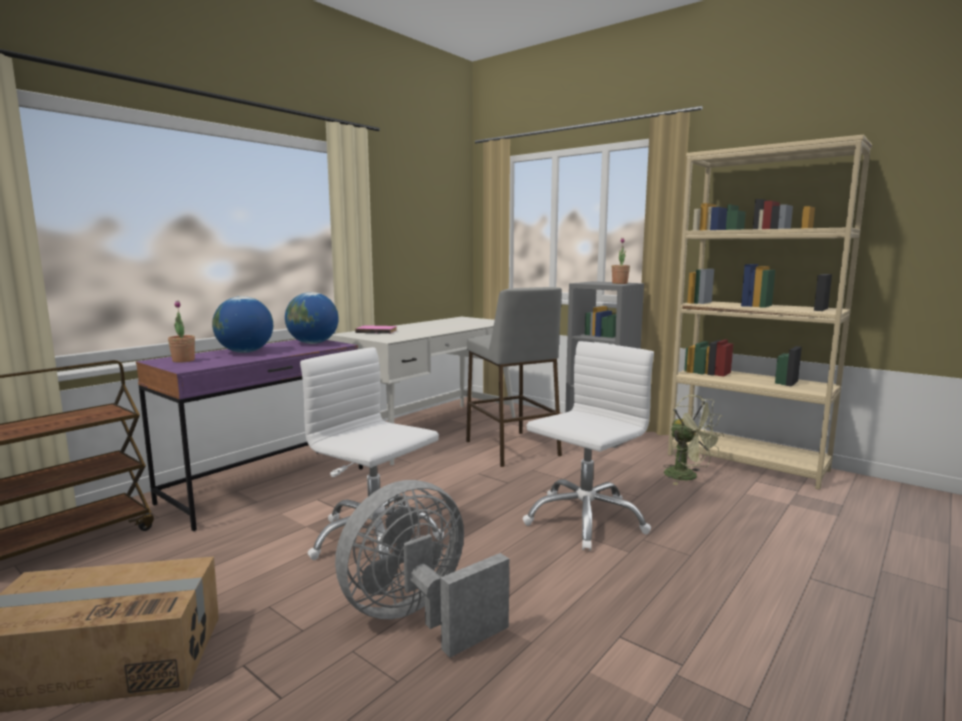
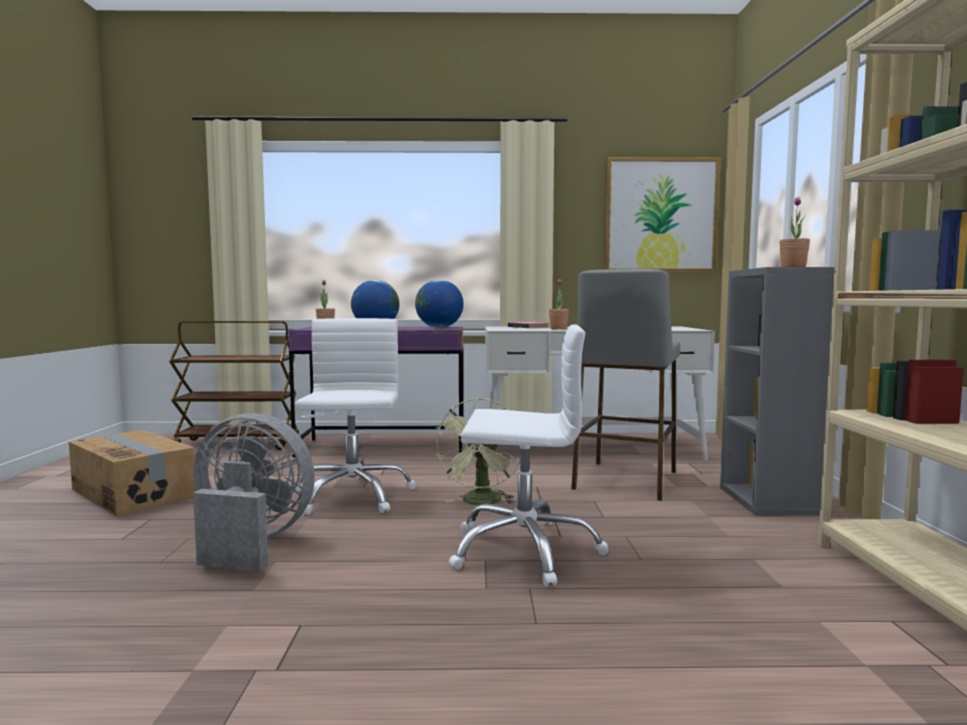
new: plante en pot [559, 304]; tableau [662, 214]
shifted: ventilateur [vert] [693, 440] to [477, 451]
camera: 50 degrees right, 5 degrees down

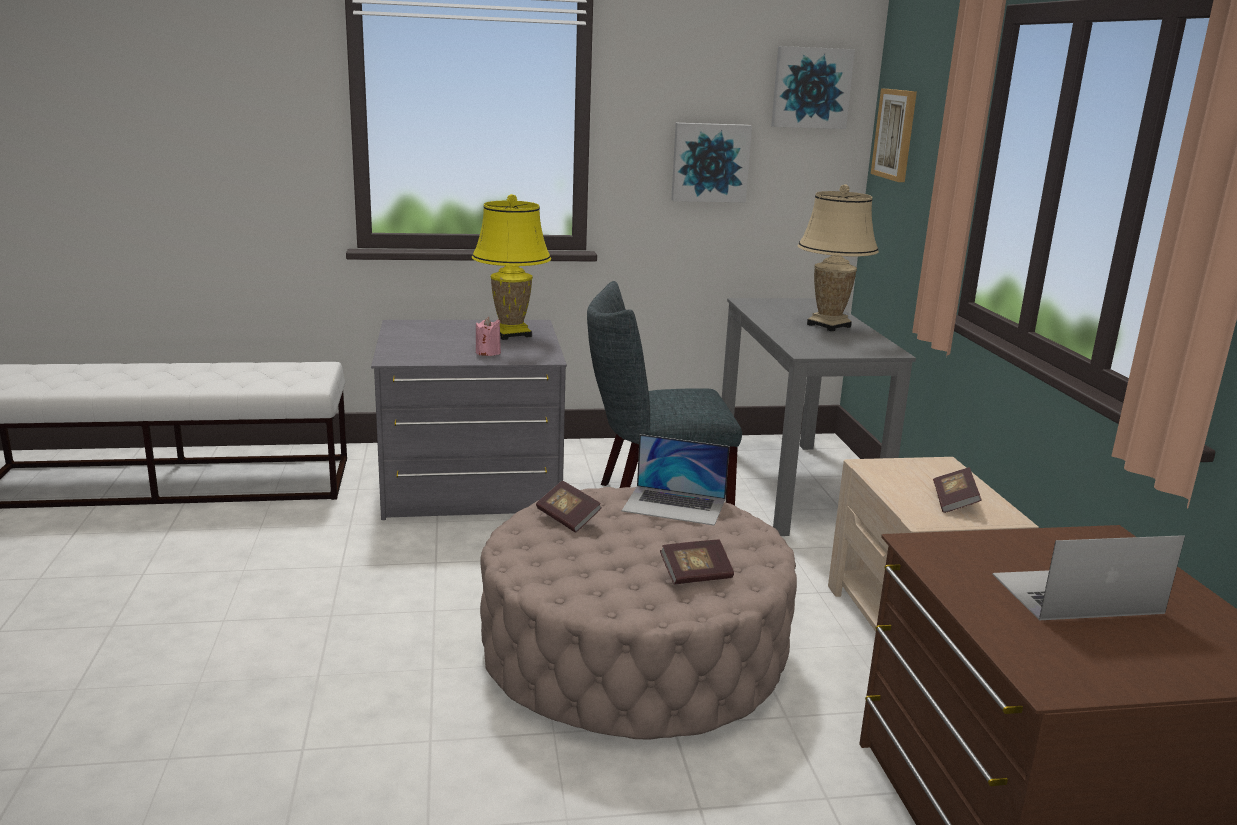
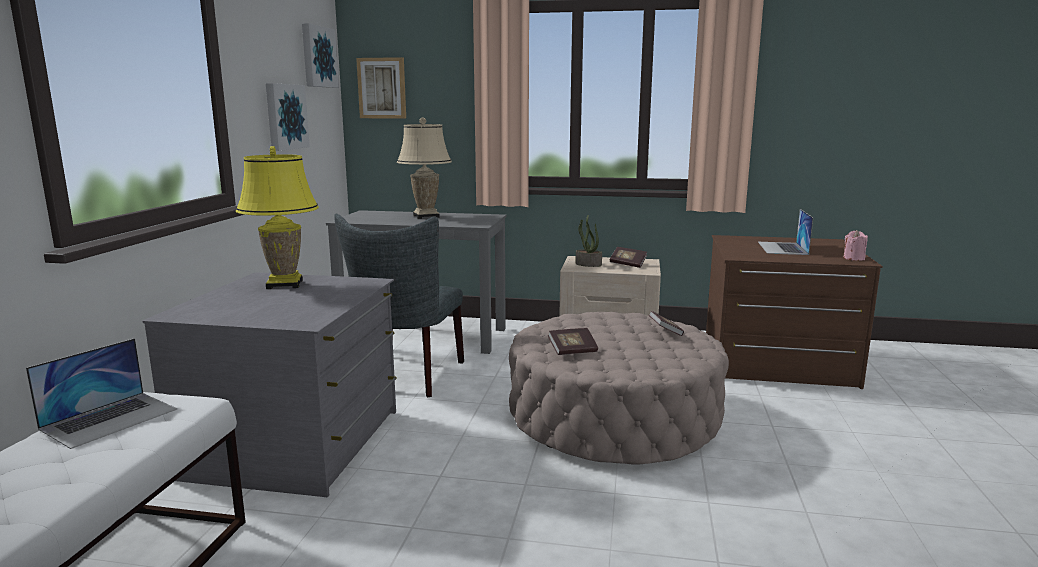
new: plante en pot [589, 241]
shifted: ordinateur portable [676, 480] to [101, 393]; bougie [rose] [488, 336] to [856, 245]
camera: 70 degrees left, 5 degrees down

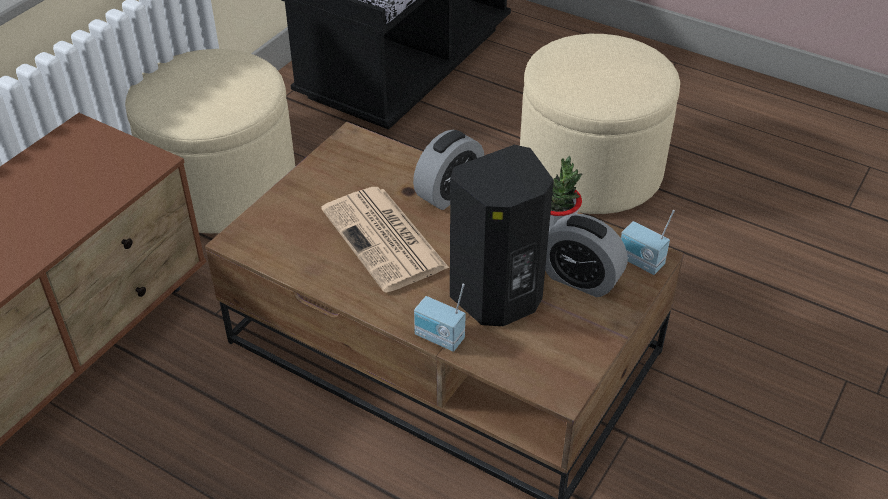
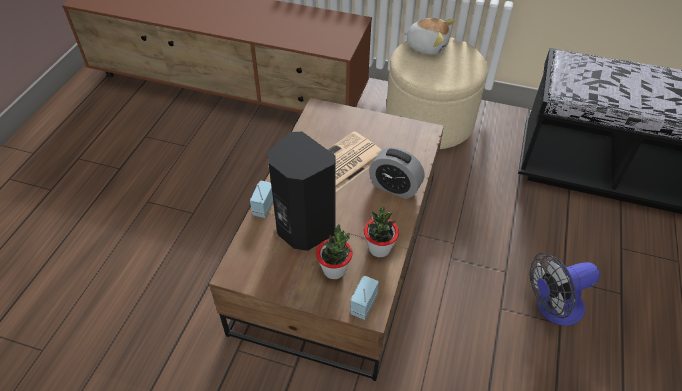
new: peluche [428, 36]
swapped: réveil [586, 255] to plante en pot [334, 251]; pouf [beige] [600, 124] to ventilateur [565, 289]
camera: 75 degrees right, 5 degrees up

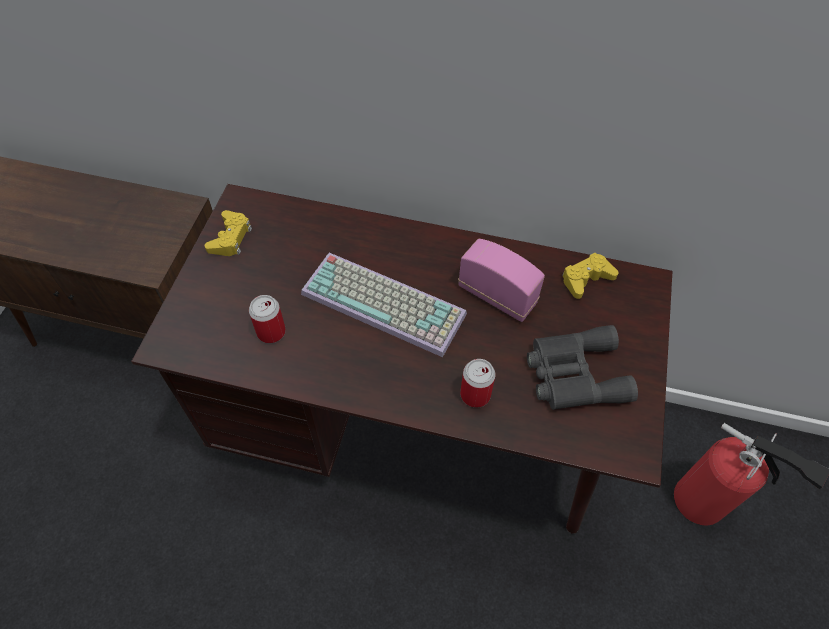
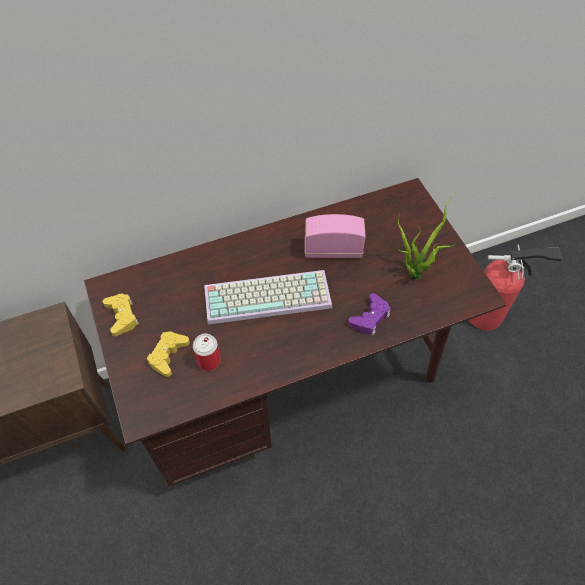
shifted: manette [jaune] [590, 276] to [168, 354]
swapped: boîte métallique [477, 383] to manette [violet] [369, 314]; jumelles [gris] [582, 367] to plante en pot [428, 237]
camera: 35 degrees left, 0 degrees up

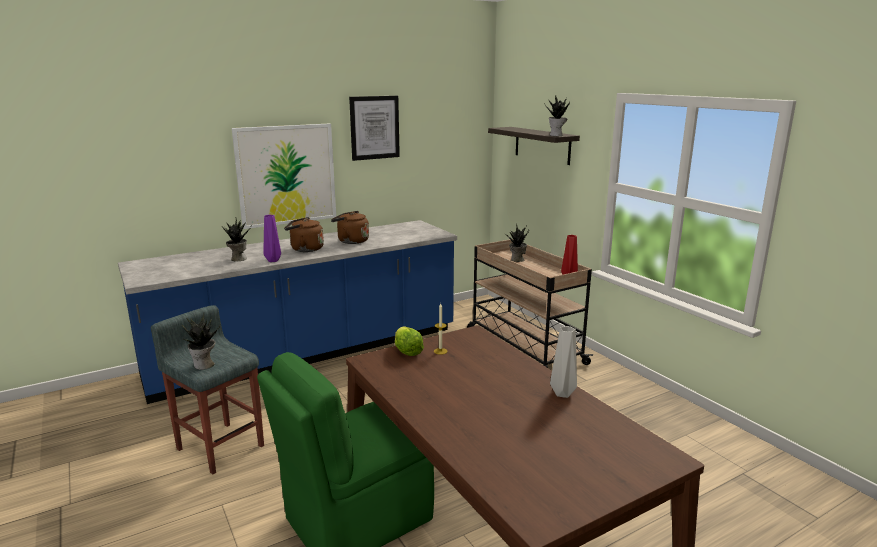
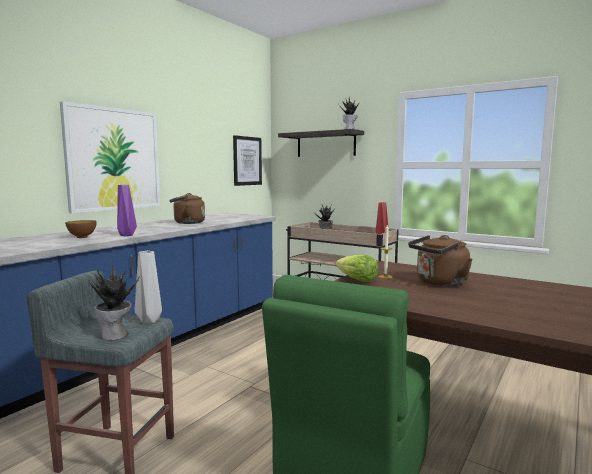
shifted: vase [gris] [563, 362] to [148, 287]; tableau [374, 128] to [247, 160]; bouilloire [marron] [304, 234] to [440, 261]
swapped: plante en pot [236, 239] to bol [81, 229]
camera: 25 degrees left, 10 degrees down

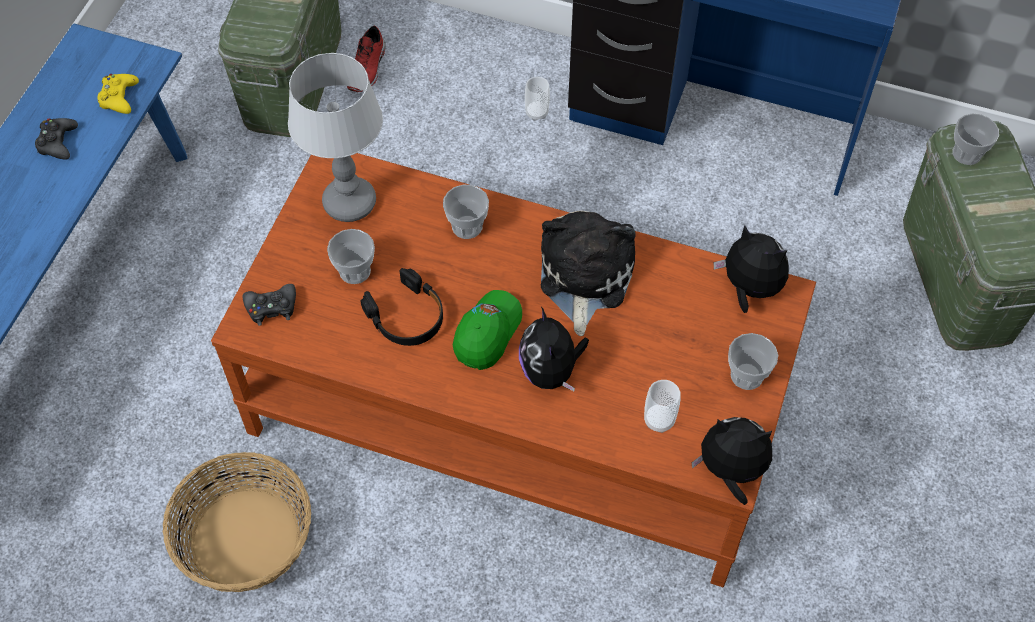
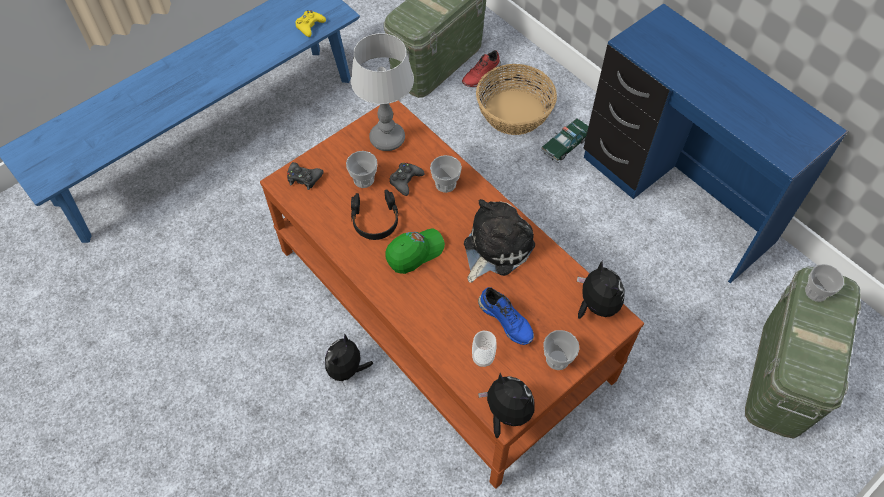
new: chaussure [bleu] [506, 316]
shifted: peluche [554, 349] to [349, 360]; manette [noir] [56, 139] to [407, 179]; panier [237, 522] to [516, 99]
swapped: tasse [537, 99] to petite voiture [564, 140]
camera: 30 degrees right, 0 degrees up

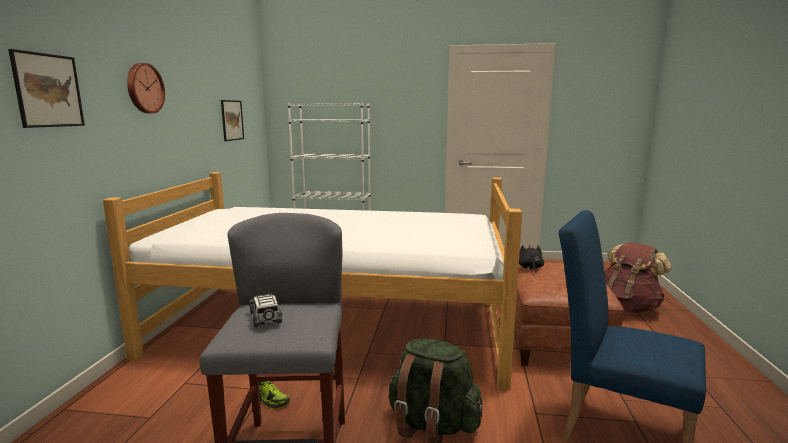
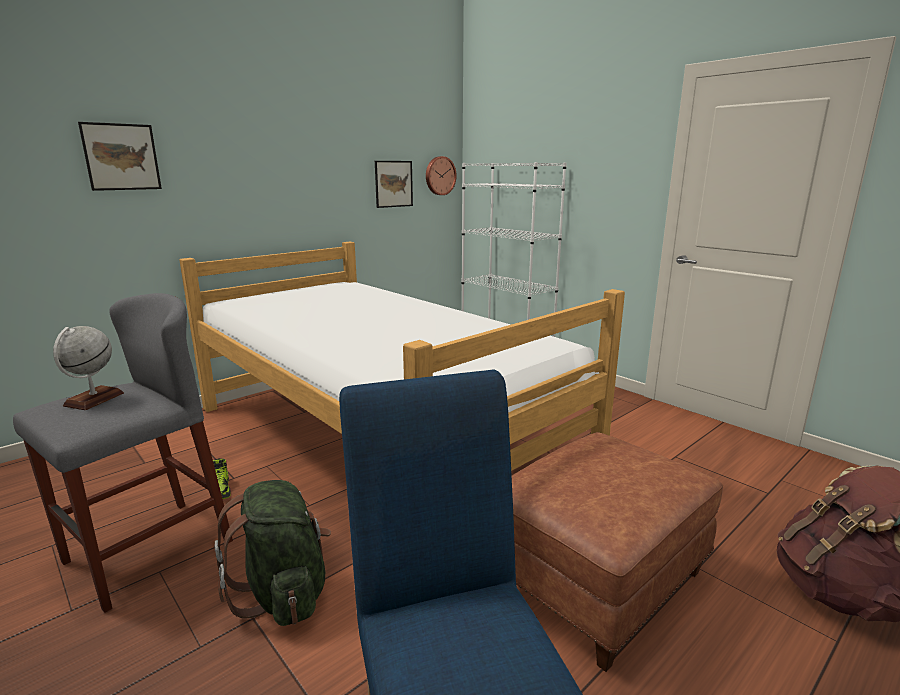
gone: peluche [noir] [531, 259]
shifted: horloge murale [146, 88] to [441, 175]
swapped: petite voiture [265, 310] to globe [88, 368]
camera: 40 degrees right, 5 degrees up

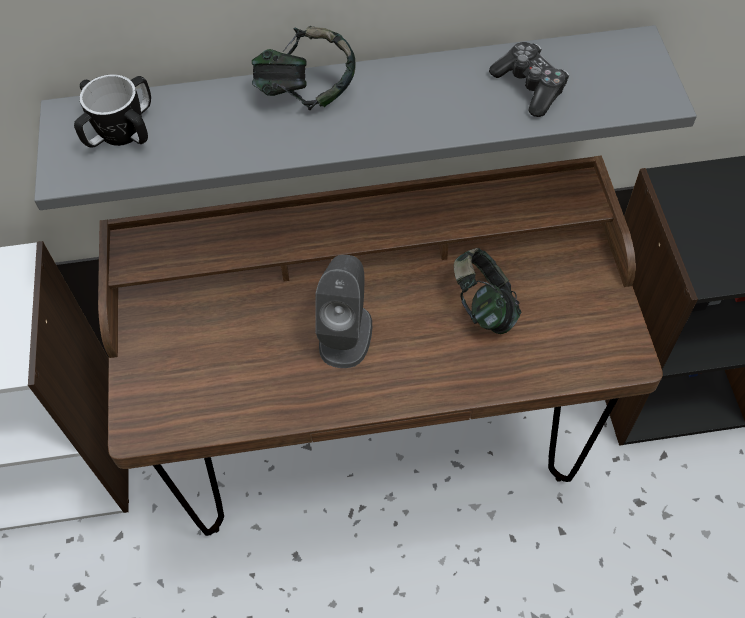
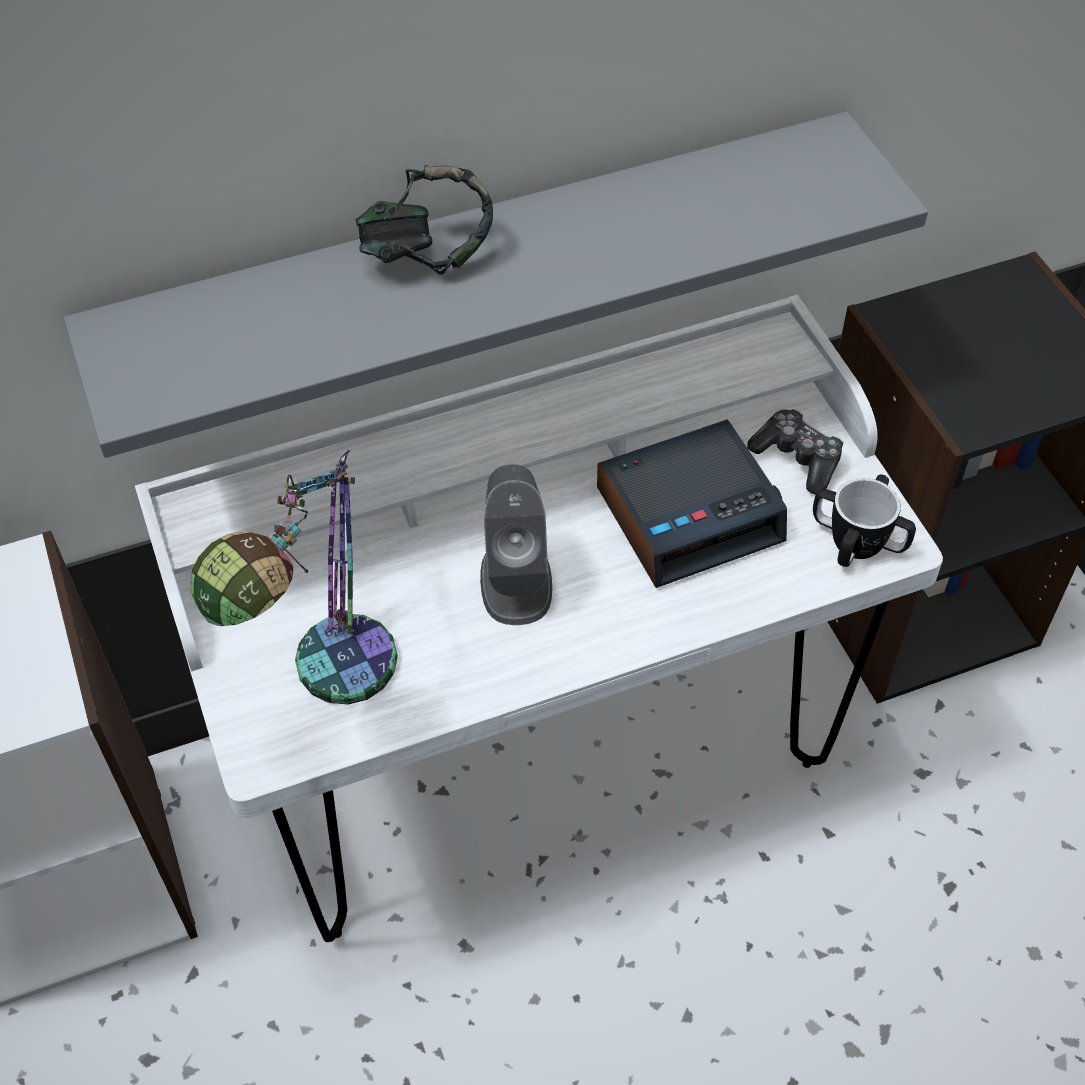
new: lampe de table [294, 577]
shifted: manette [529, 79] to [795, 452]; mug [112, 111] to [864, 521]
swapped: casque audio [488, 291] to réveil [692, 504]
repainted: bureau [marron] [380, 345] to bureau [blanc] [539, 618]
camera: 15 degrees left, 5 degrees down

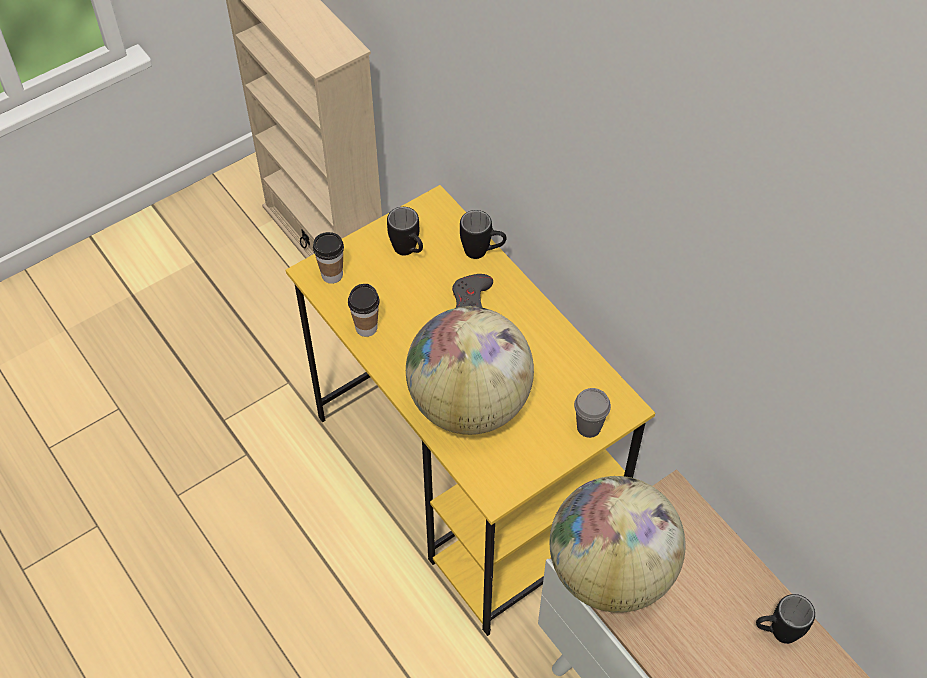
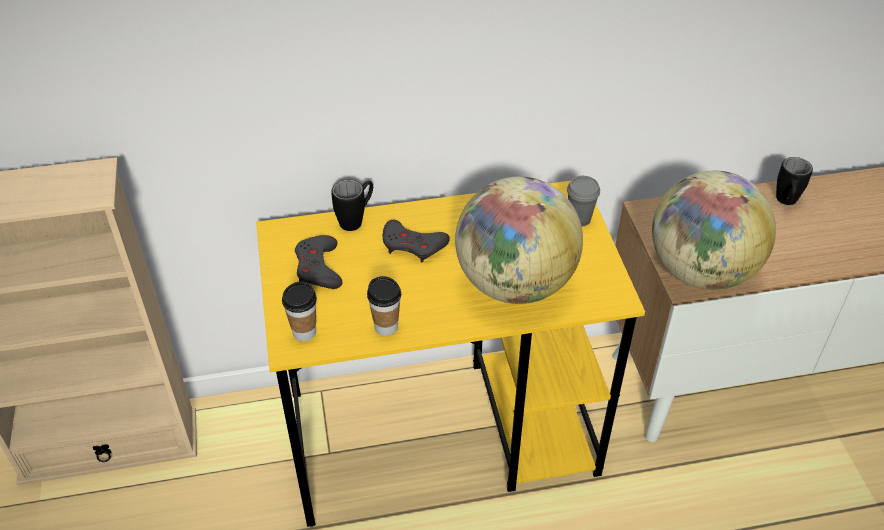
swapped: mug [noir] [405, 231] to manette [gris] [318, 262]
camera: 65 degrees left, 10 degrees down

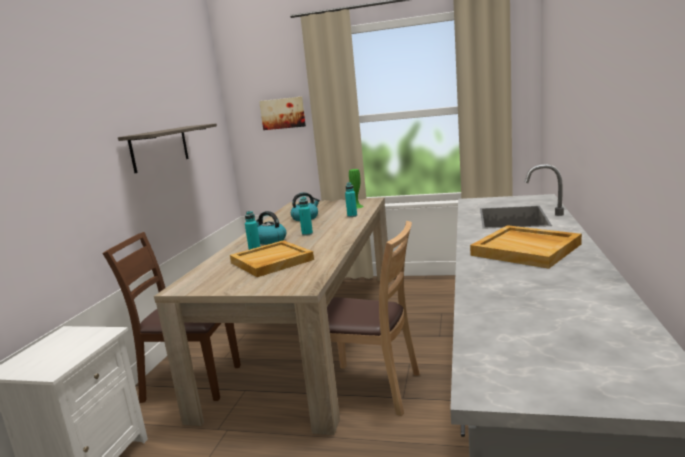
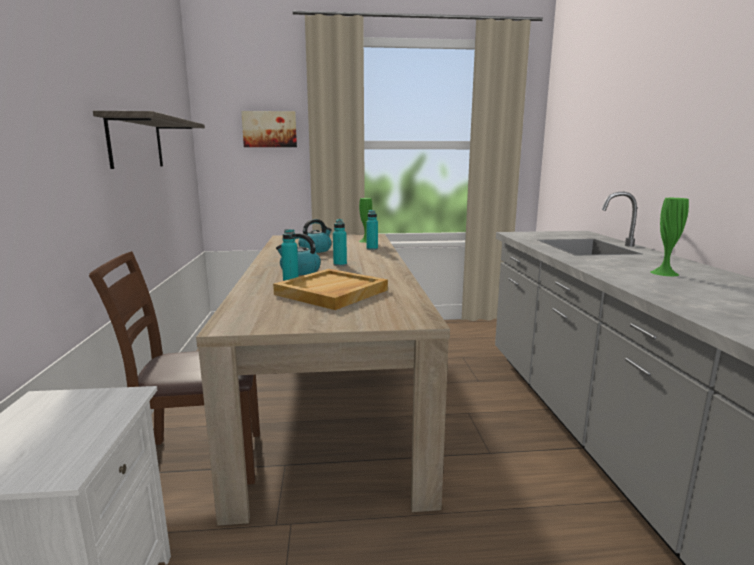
gone: chaise [marron] [373, 318]
swapped: plateau [beige] [526, 247] to vase [vert] [670, 237]
camera: 20 degrees left, 0 degrees up

